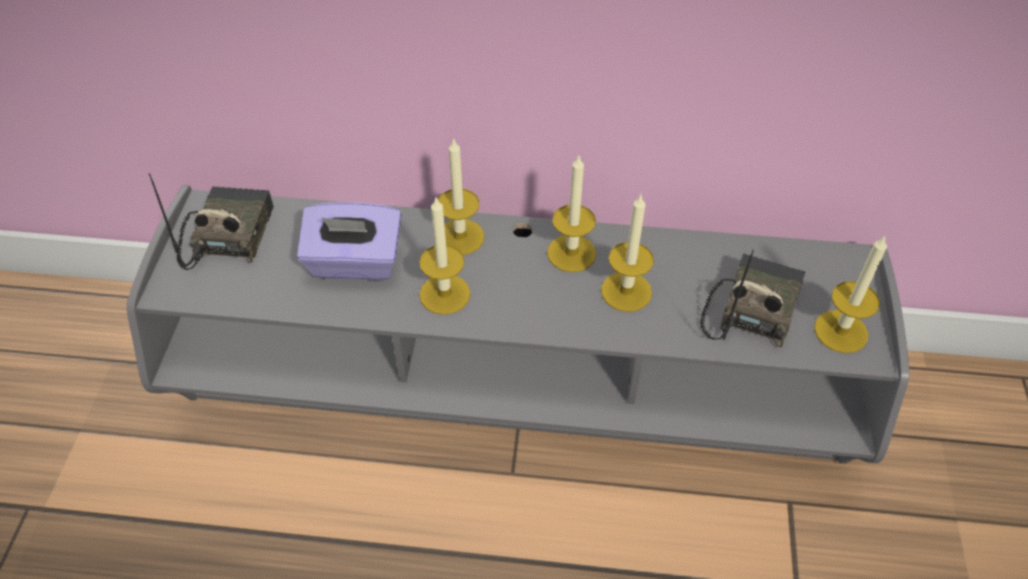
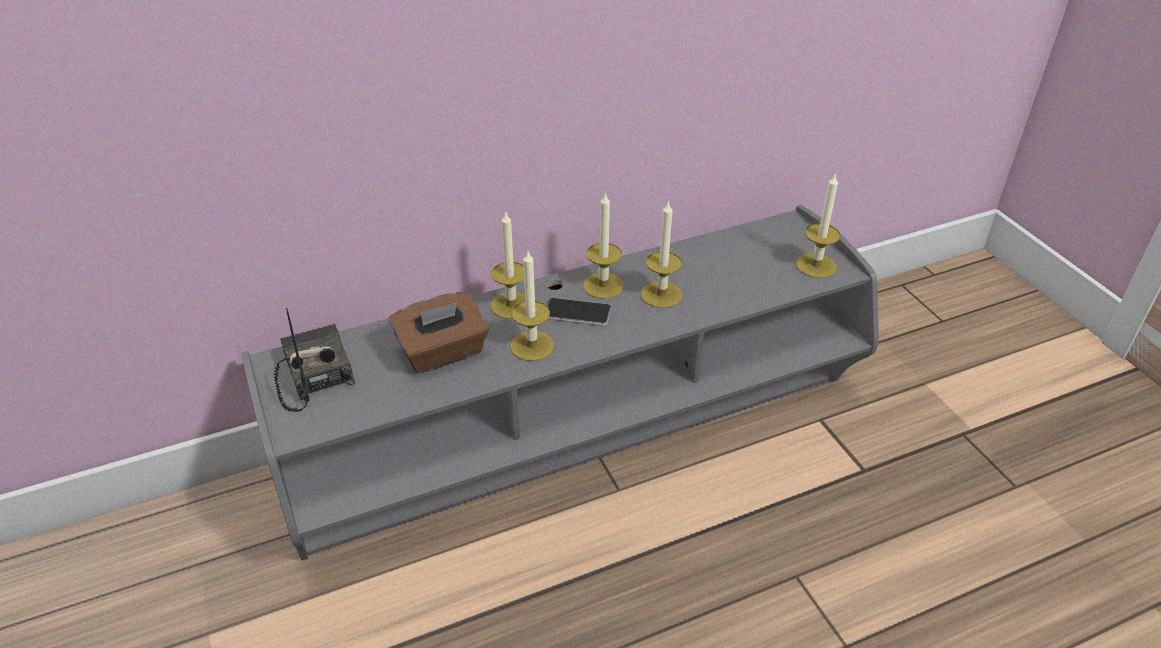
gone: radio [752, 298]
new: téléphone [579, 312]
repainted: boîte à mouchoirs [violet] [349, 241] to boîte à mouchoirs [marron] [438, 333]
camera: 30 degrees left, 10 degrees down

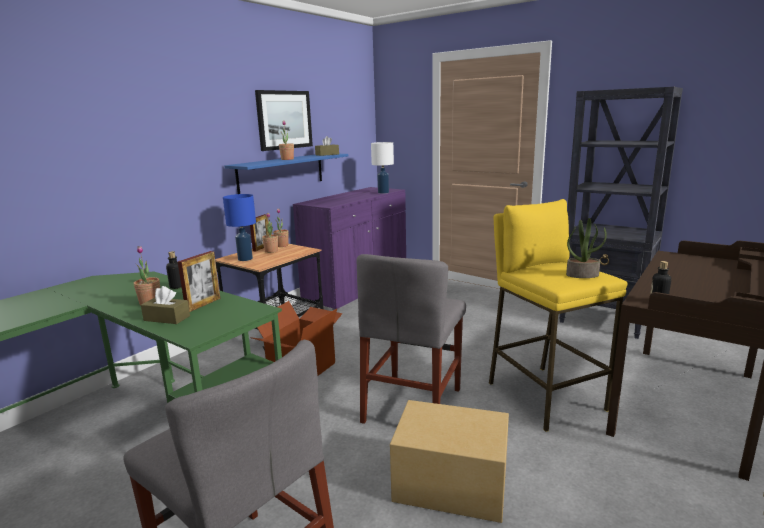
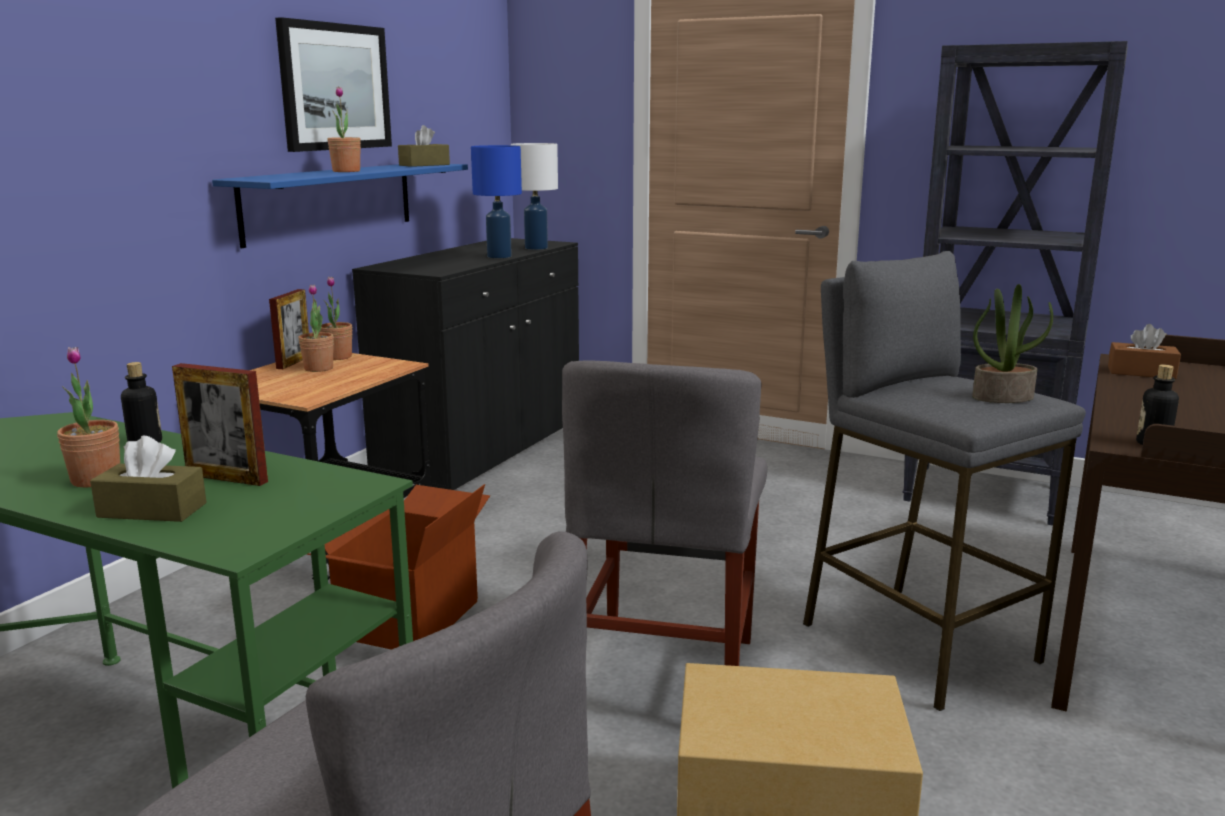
new: boîte à mouchoirs [marron] [1144, 351]
shifted: lampe de table [bleu] [239, 227] to [496, 201]
repainted: meuble de rangement [violet] [349, 248] to meuble de rangement [noir] [465, 364]; tabouret [jaune] [558, 315] to tabouret [gris] [944, 481]
rotated: cadre photo [199, 281] = [220, 424] 90 degrees clockwise
camera: 10 degrees left, 0 degrees up

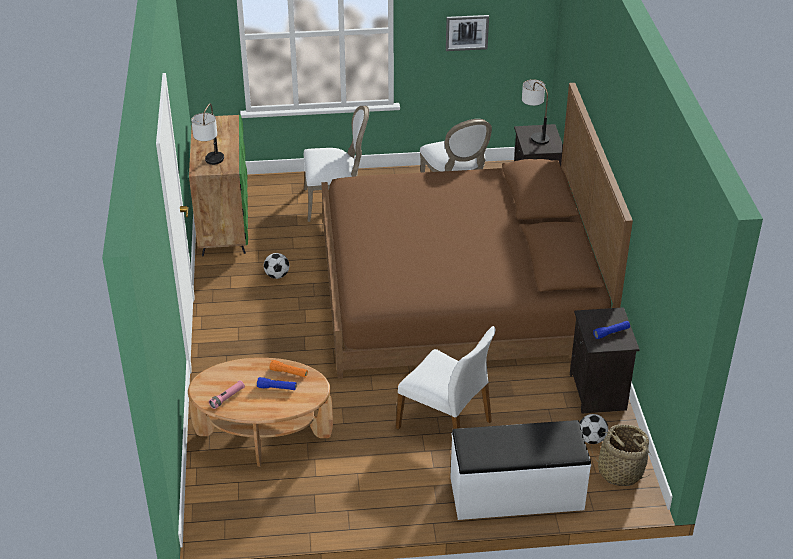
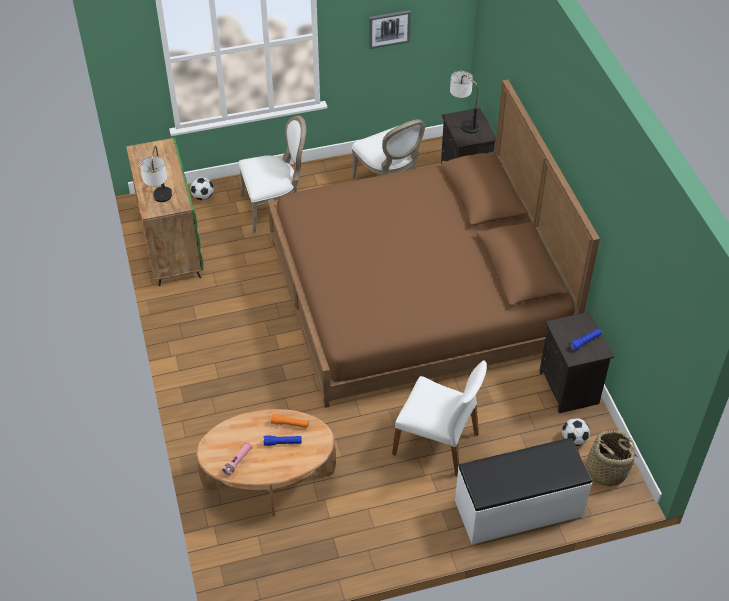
shifted: ballon de foot [276, 266] to [202, 188]
camera: 10 degrees left, 10 degrees up

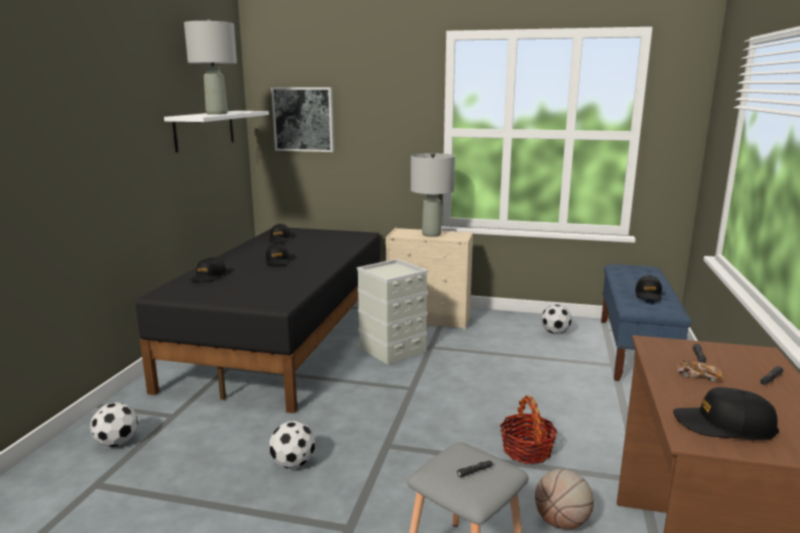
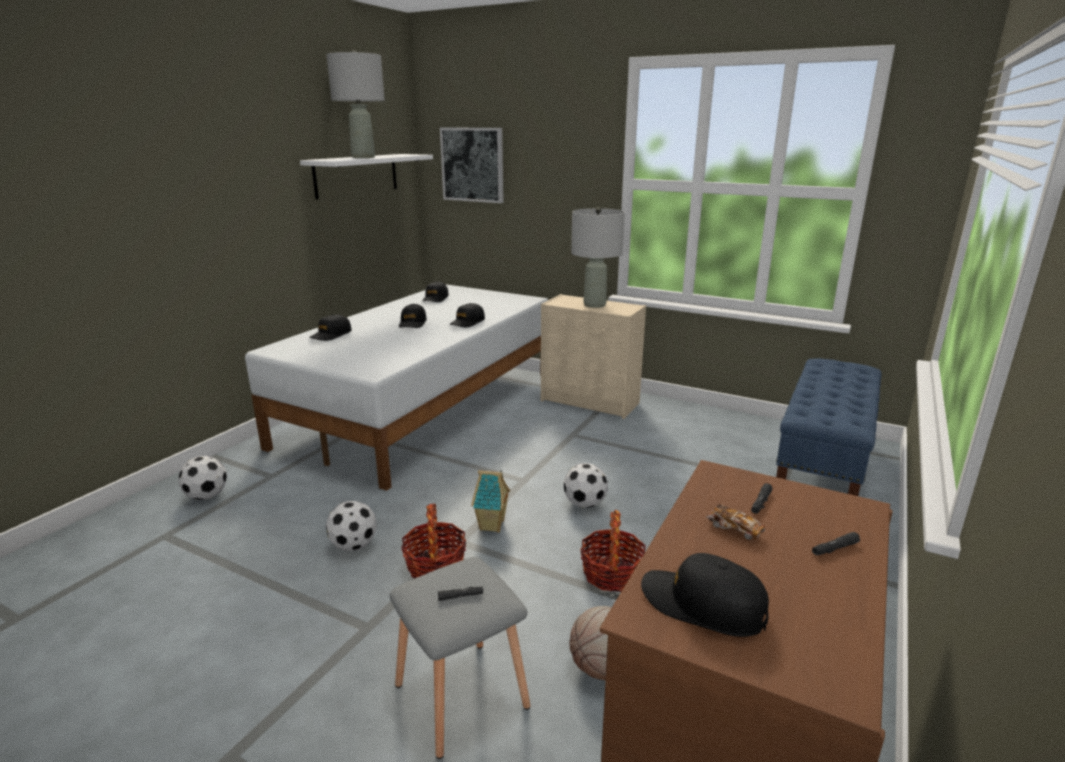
gone: boîte de rangement [gris] [392, 312]
new: panier [434, 540]; maison miniature [490, 501]
shifted: casquette [noir] [648, 287] to [467, 315]; ballon de foot [556, 319] to [586, 485]
repainted: lit [noir] [257, 320] to lit [blanc] [396, 387]
camera: 15 degrees right, 5 degrees up

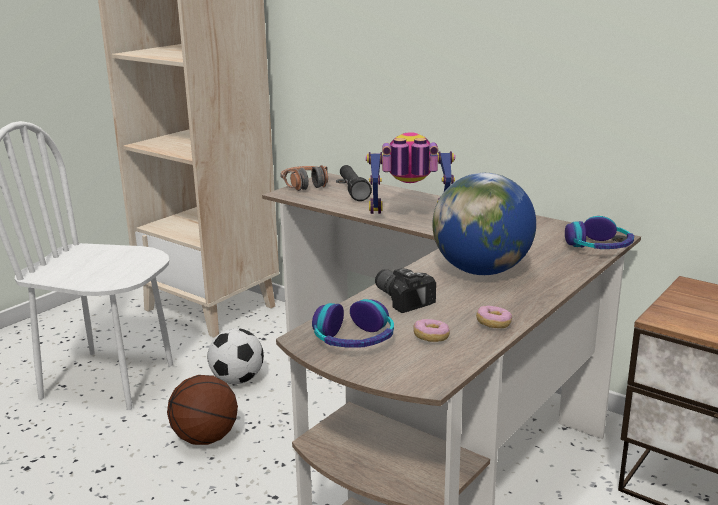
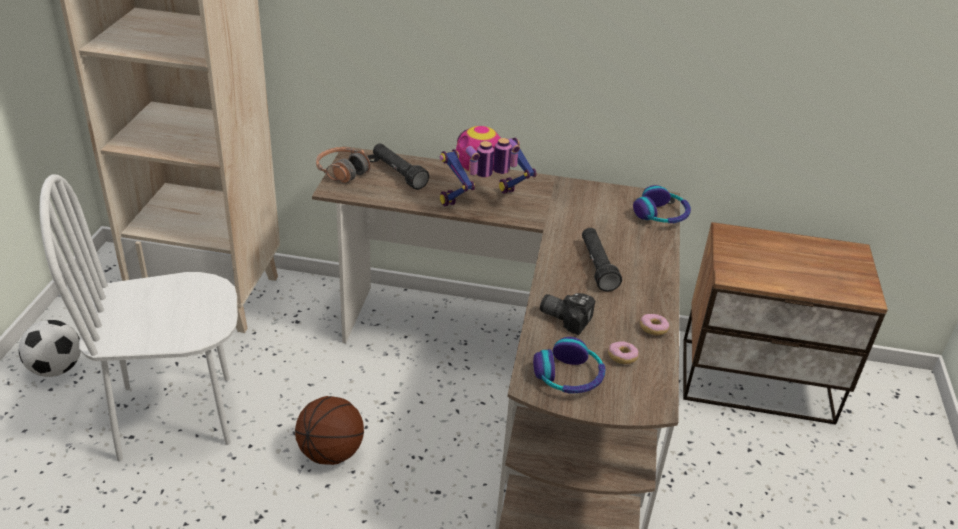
shifted: ballon de foot [236, 356] to [49, 348]
swapped: globe [484, 224] to lampe de poche [noir] [602, 260]
camera: 30 degrees left, 15 degrees up

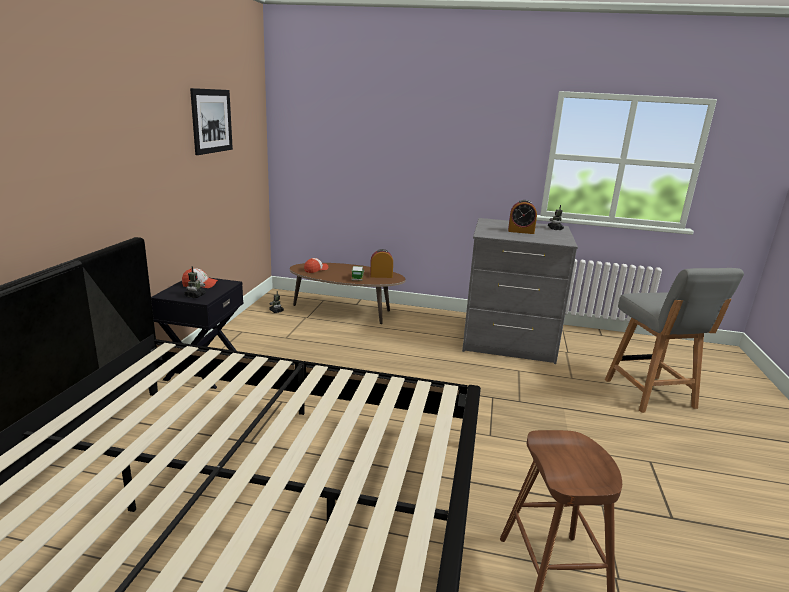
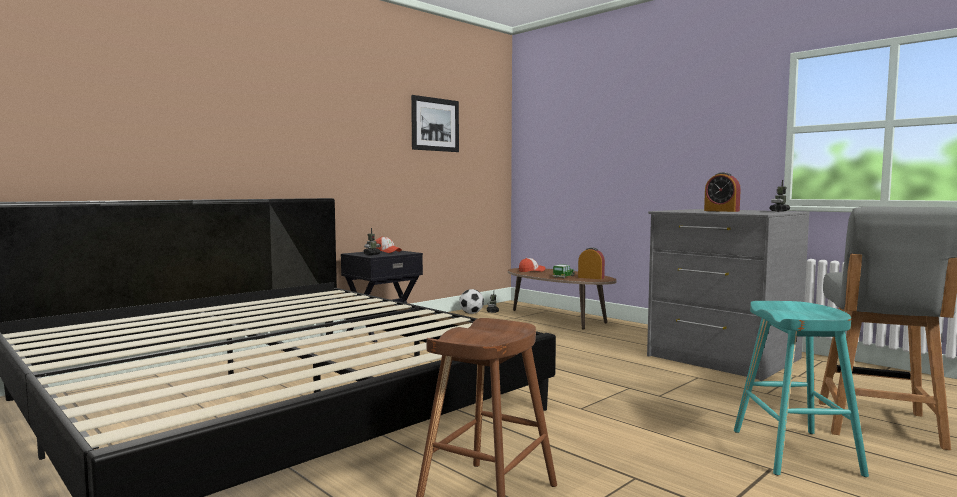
new: ballon de foot [471, 301]; tabouret [turquoise] [801, 389]
camera: 35 degrees right, 15 degrees down

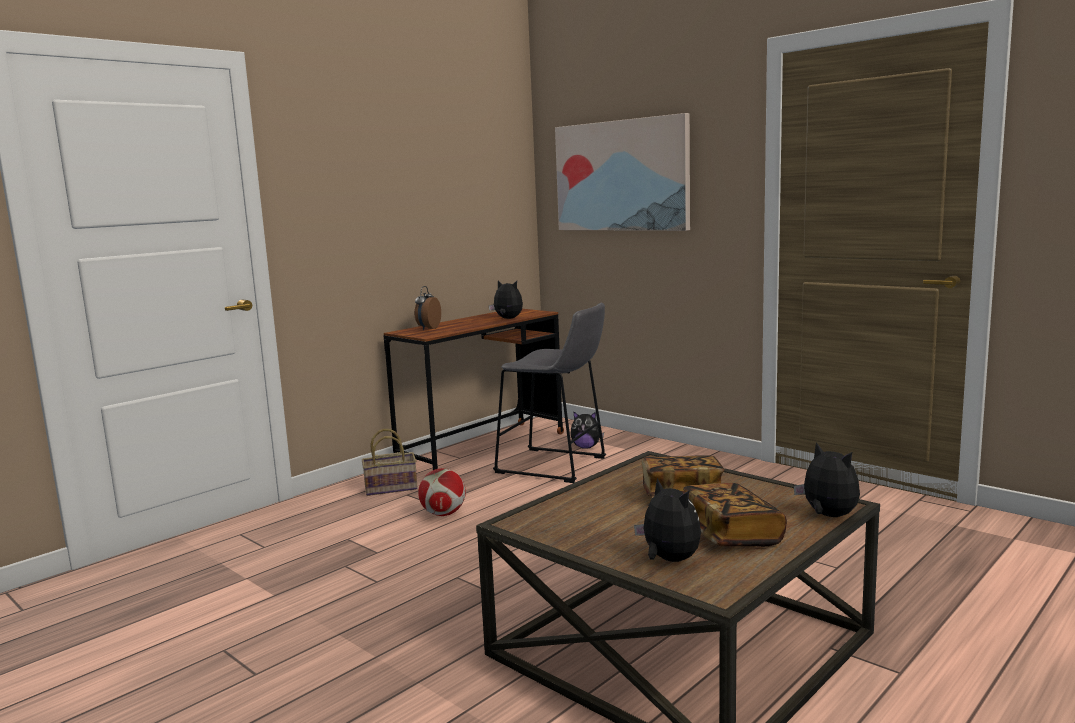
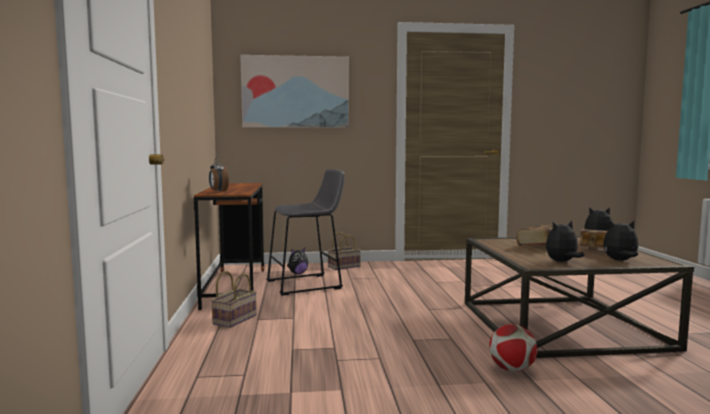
new: panier [344, 251]
shifted: ballon de foot [442, 492] to [513, 348]; peluche [505, 299] to [565, 241]
camera: 50 degrees left, 5 degrees down

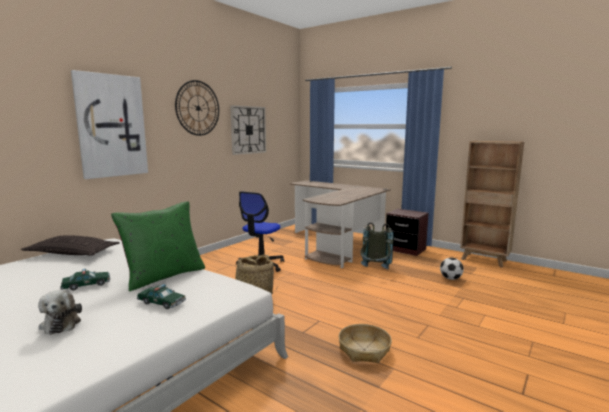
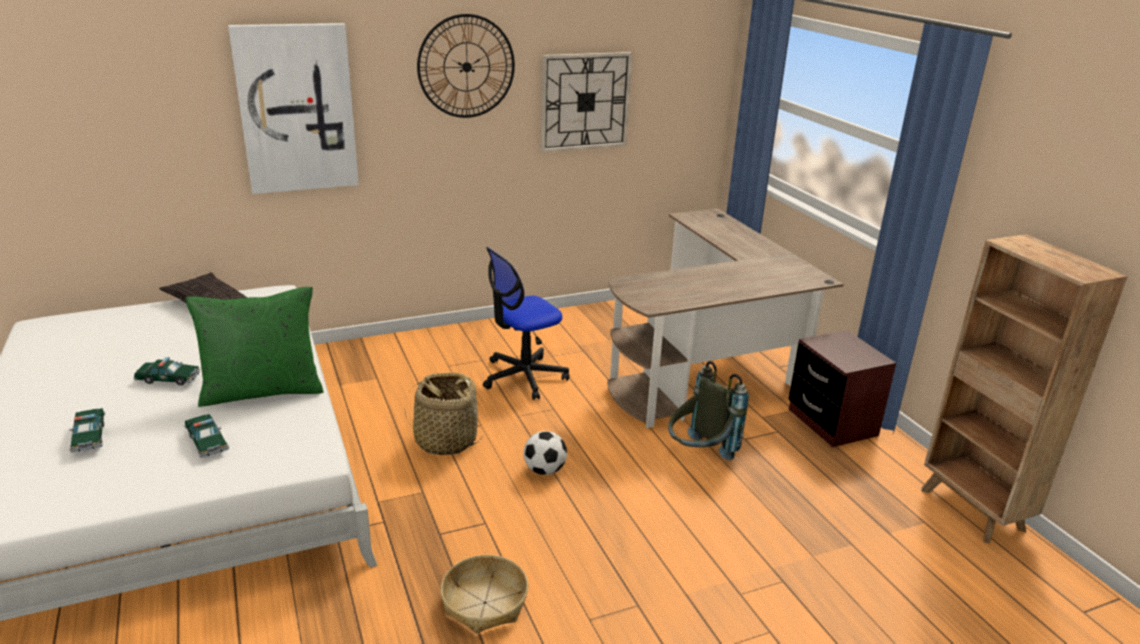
shifted: ballon de foot [452, 269] to [545, 453]
swapped: peluche [60, 312] to petite voiture [87, 430]
camera: 30 degrees right, 15 degrees up

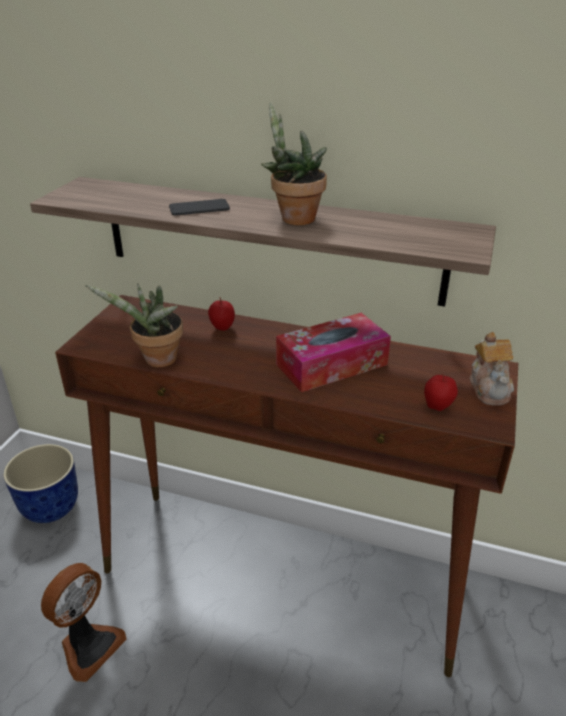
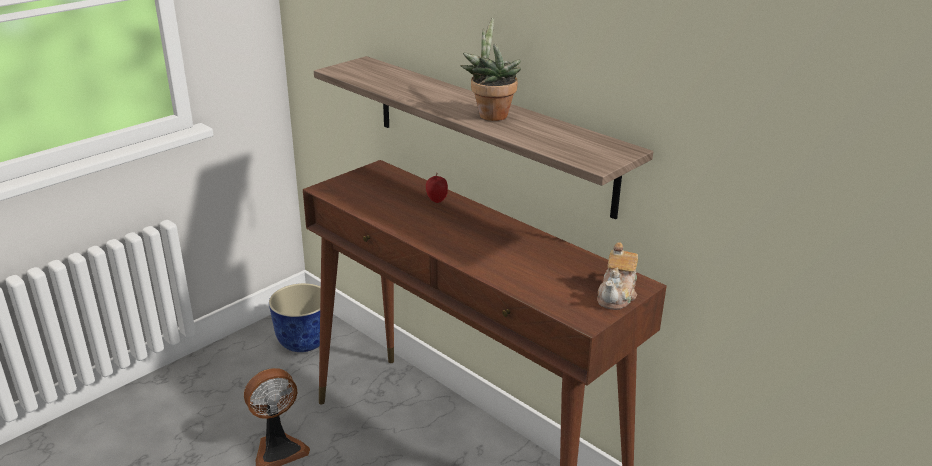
gone: plante en pot [134, 325]; téléphone [199, 207]; boîte à mouchoirs [333, 352]; pomme [441, 392]
camera: 25 degrees right, 5 degrees down

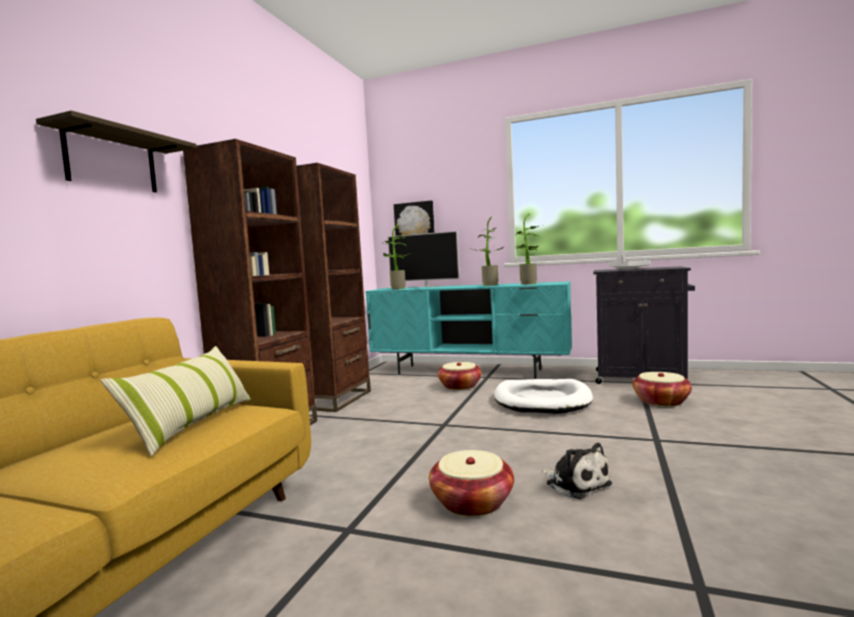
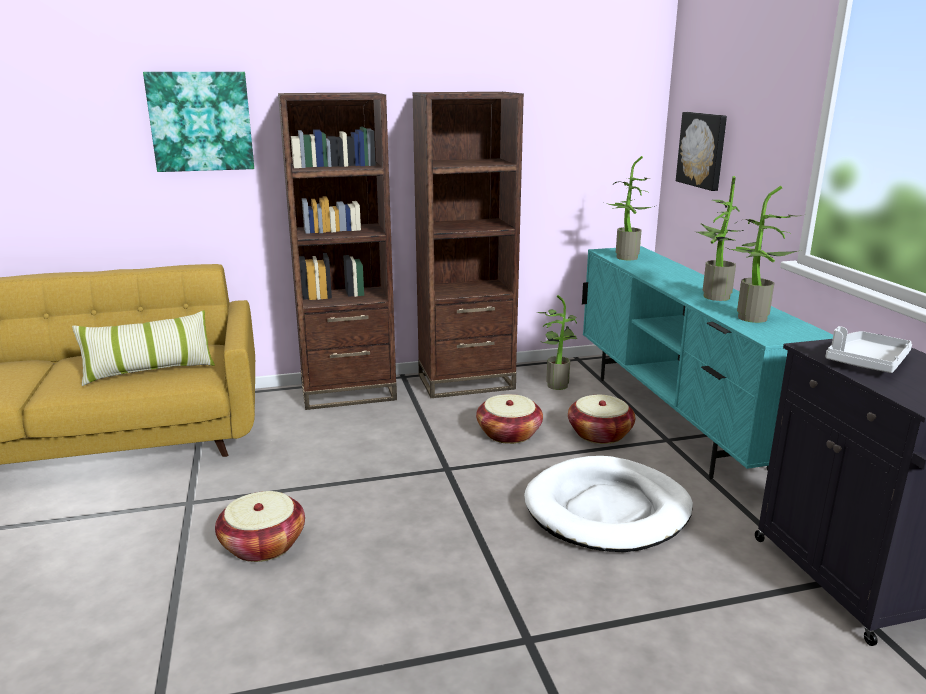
gone: téléviseur [424, 259]; peluche [577, 471]
new: plante en pot [557, 342]
shifted: panier [662, 389] to [509, 419]
swapped: étagère [116, 151] to tableau [198, 122]
camera: 55 degrees right, 15 degrees up

